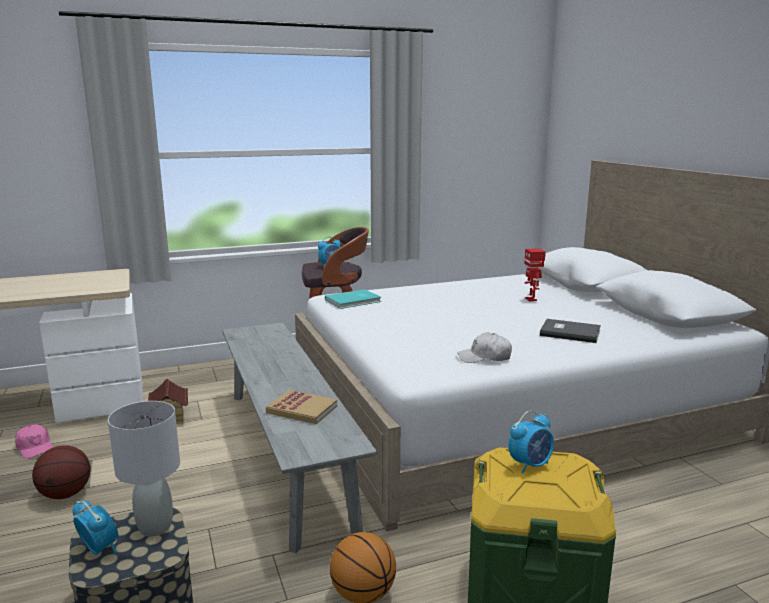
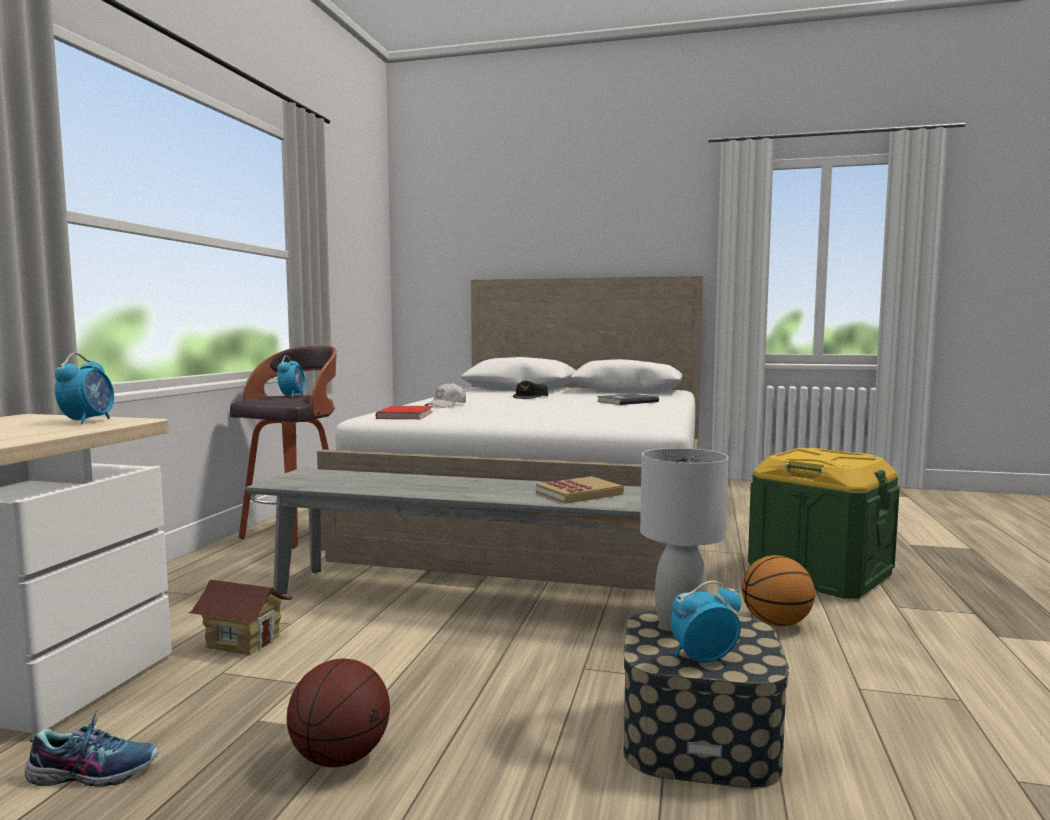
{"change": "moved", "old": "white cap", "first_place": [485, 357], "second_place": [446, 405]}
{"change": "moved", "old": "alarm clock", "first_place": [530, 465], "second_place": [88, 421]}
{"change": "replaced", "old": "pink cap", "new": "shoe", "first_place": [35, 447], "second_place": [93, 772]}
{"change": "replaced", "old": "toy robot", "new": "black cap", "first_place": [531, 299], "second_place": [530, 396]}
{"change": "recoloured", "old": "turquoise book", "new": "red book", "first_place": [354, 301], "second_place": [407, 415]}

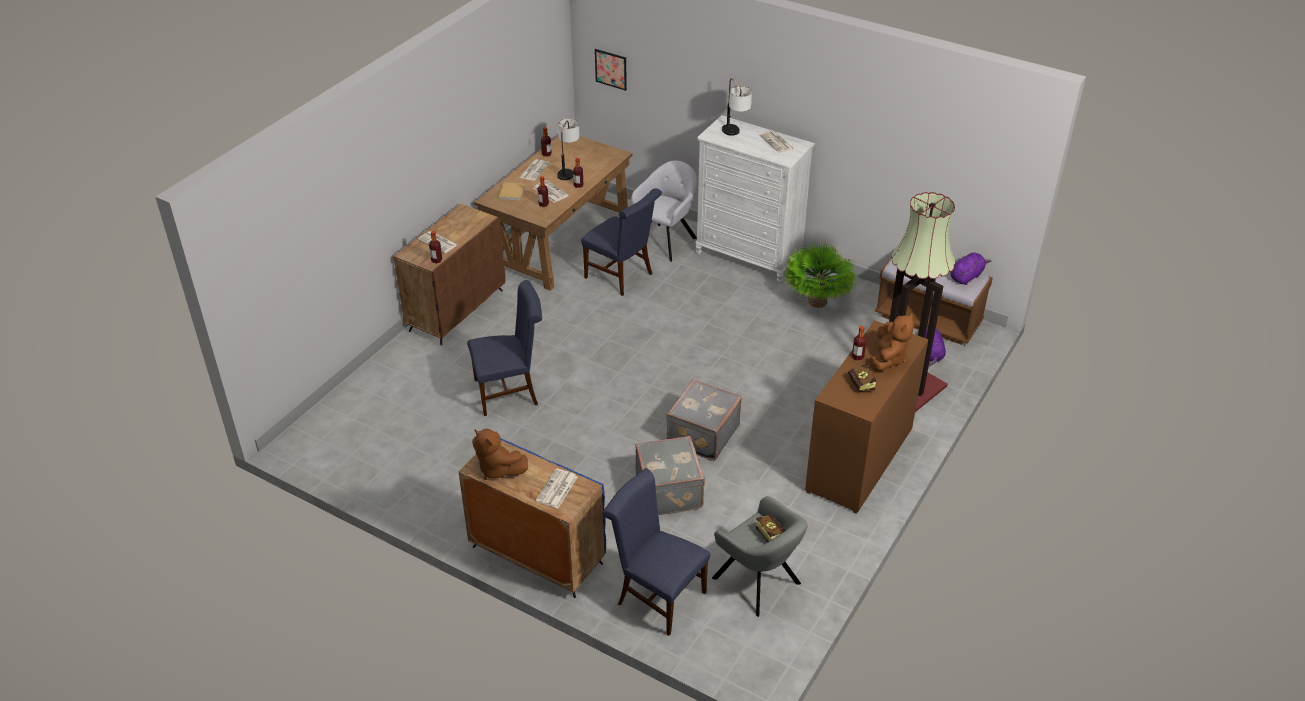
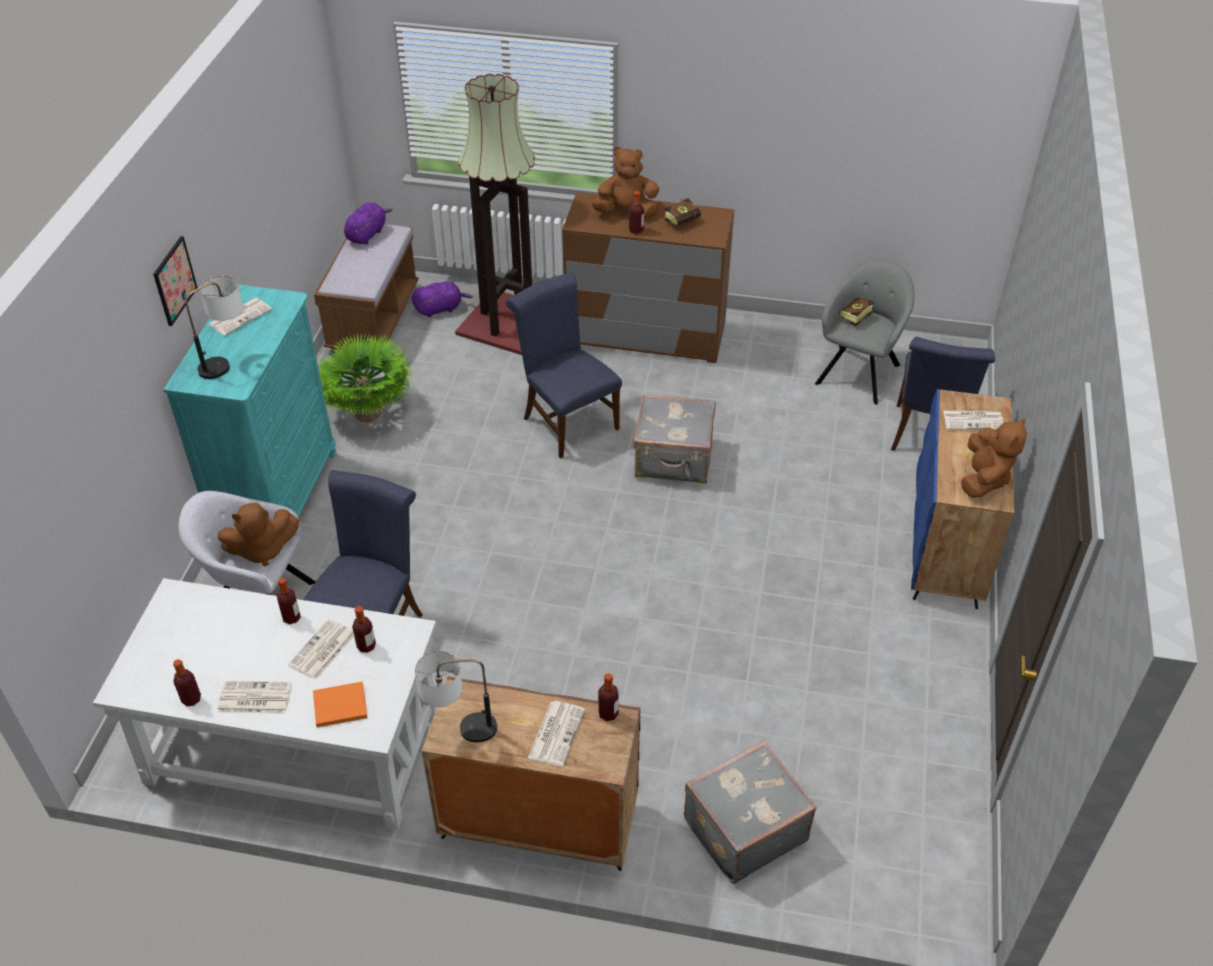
{"change": "added", "new": "brown plush toy", "second_place": [262, 550]}
{"change": "moved", "old": "blue chair", "first_place": [510, 391], "second_place": [566, 420]}
{"change": "moved", "old": "table lamp", "first_place": [568, 170], "second_place": [460, 729]}
{"change": "moved", "old": "picture", "first_place": [611, 69], "second_place": [174, 280]}
{"change": "moved", "old": "grey suitcase", "first_place": [670, 490], "second_place": [743, 829]}
{"change": "recoloured", "old": "brown desk", "new": "white desk", "first_place": [558, 241], "second_place": [294, 746]}
{"change": "recoloured", "old": "beige book", "new": "orange book", "first_place": [512, 192], "second_place": [338, 706]}
{"change": "recoloured", "old": "white dresser", "new": "turquoise dresser", "first_place": [749, 256], "second_place": [278, 499]}
{"change": "turned", "old": "purple plush toy", "first_place": [966, 277], "second_place": [367, 234], "degrees": 90}

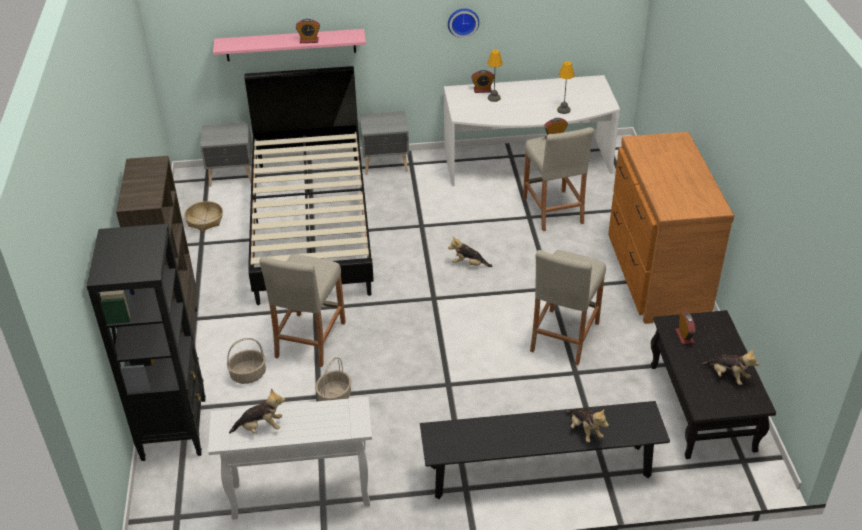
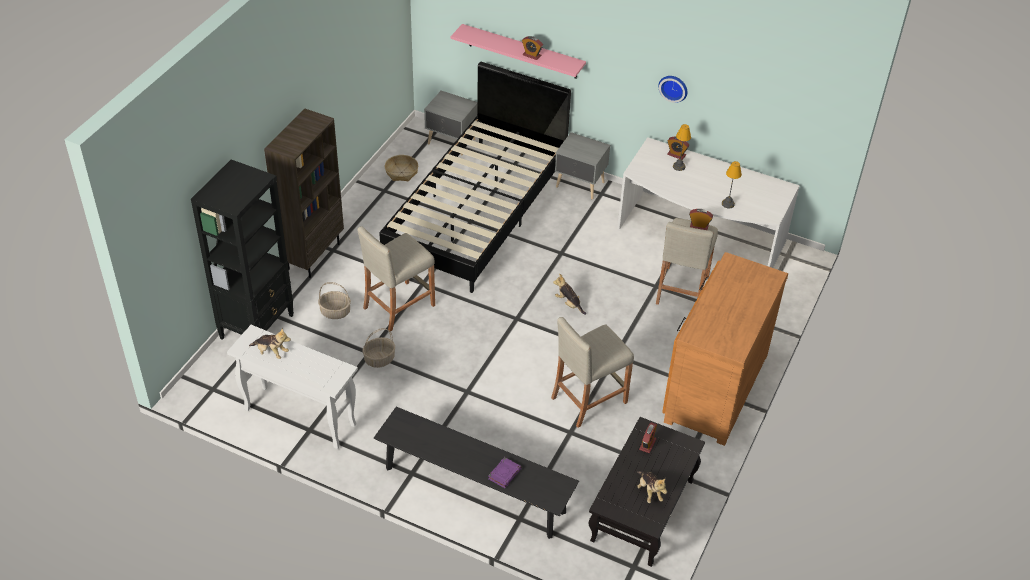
{"change": "replaced", "old": "plush toy", "new": "purple book", "first_place": [584, 430], "second_place": [504, 474]}

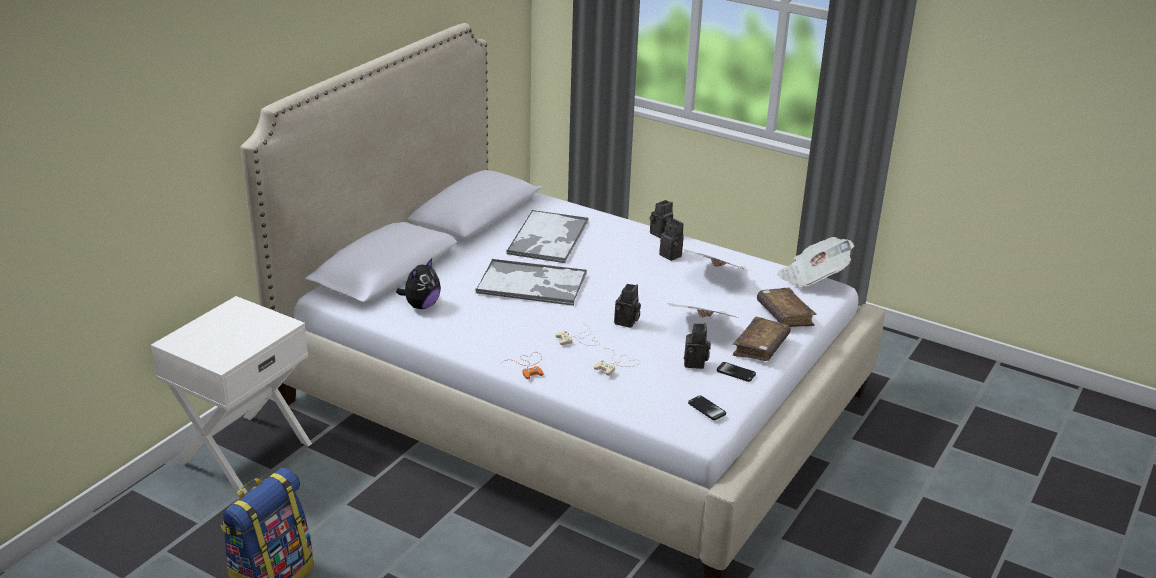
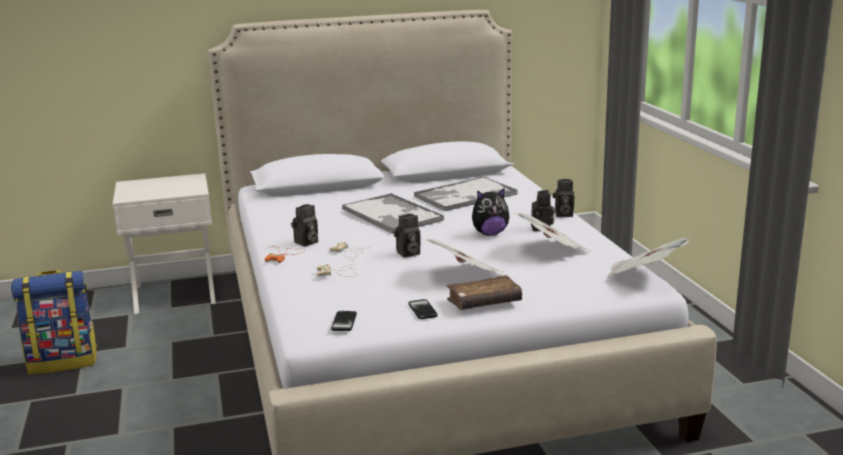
{"change": "removed", "old": "brown book", "first_place": [784, 315]}
{"change": "moved", "old": "plush toy", "first_place": [421, 306], "second_place": [490, 233]}
{"change": "moved", "old": "photo camera", "first_place": [695, 363], "second_place": [306, 243]}

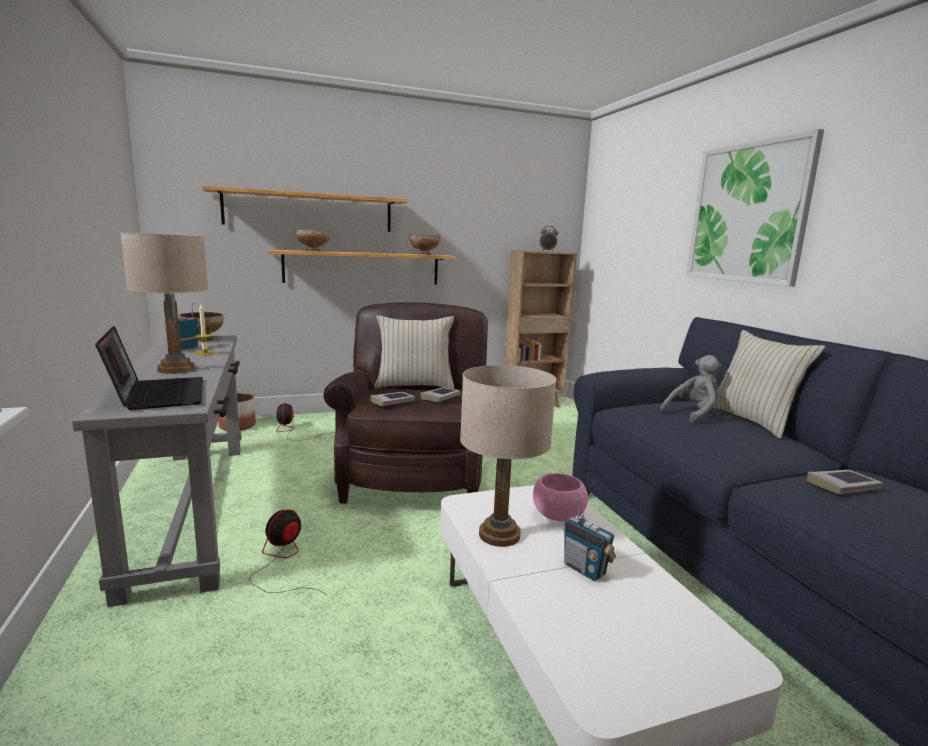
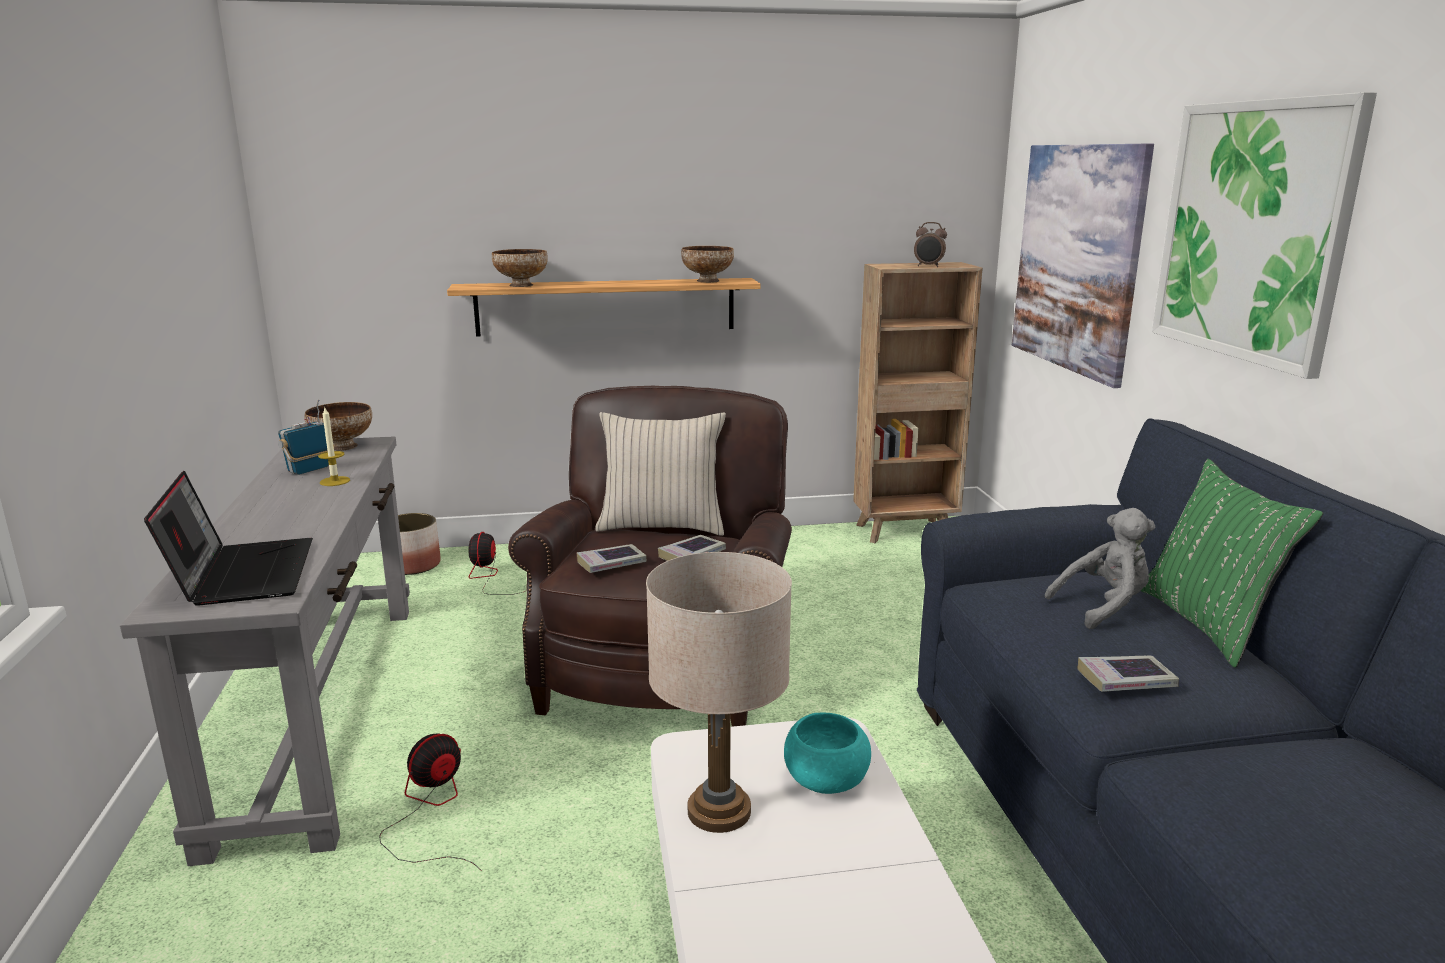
{"change": "removed", "old": "beige table lamp", "first_place": [176, 369]}
{"change": "removed", "old": "shelf", "first_place": [309, 211]}
{"change": "removed", "old": "radio", "first_place": [585, 569]}
{"change": "added", "new": "picture", "second_place": [1076, 258]}
{"change": "moved", "old": "book", "first_place": [843, 486], "second_place": [1126, 680]}
{"change": "recoloured", "old": "pink bowl", "new": "turquoise bowl", "first_place": [557, 515], "second_place": [825, 781]}
{"change": "recoloured", "old": "beige pillow", "new": "green pillow", "first_place": [752, 421], "second_place": [1208, 624]}

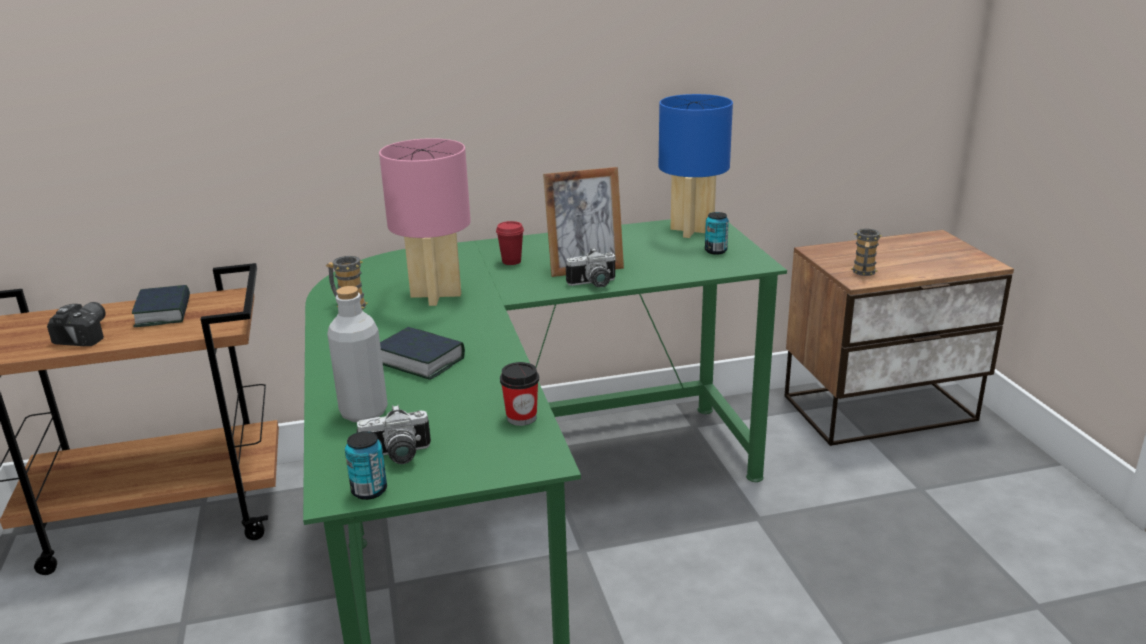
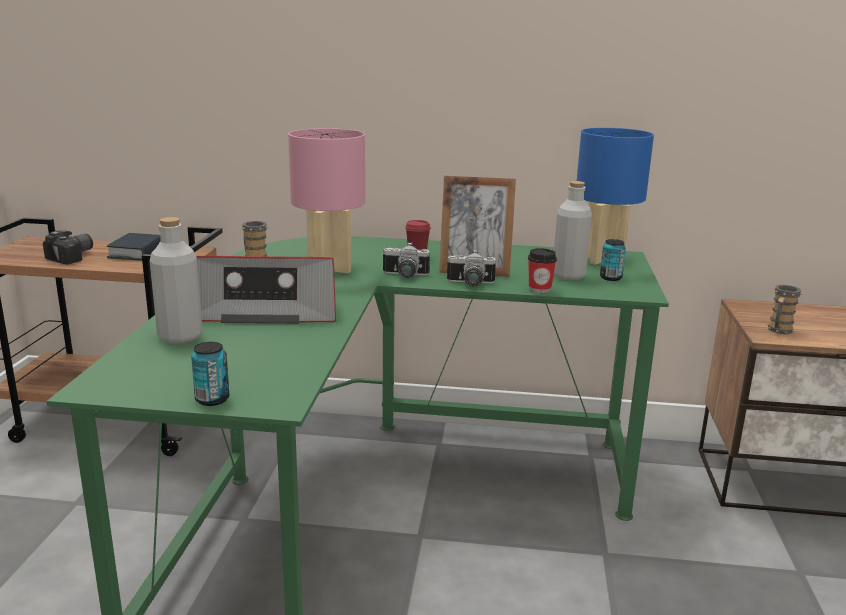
{"change": "added", "new": "grey bottle", "second_place": [568, 276]}
{"change": "moved", "old": "can", "first_place": [369, 490], "second_place": [212, 399]}
{"change": "moved", "old": "photo camera", "first_place": [397, 456], "second_place": [404, 275]}
{"change": "moved", "old": "cup", "first_place": [521, 417], "second_place": [539, 290]}
{"change": "replaced", "old": "book", "new": "radio", "first_place": [420, 360], "second_place": [265, 310]}

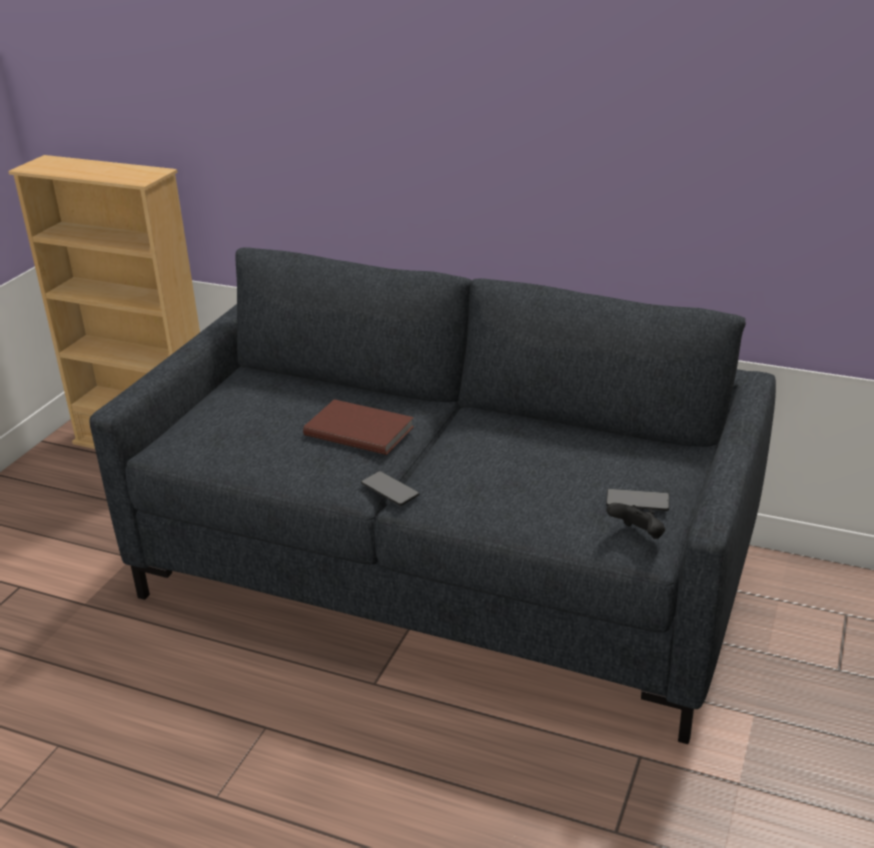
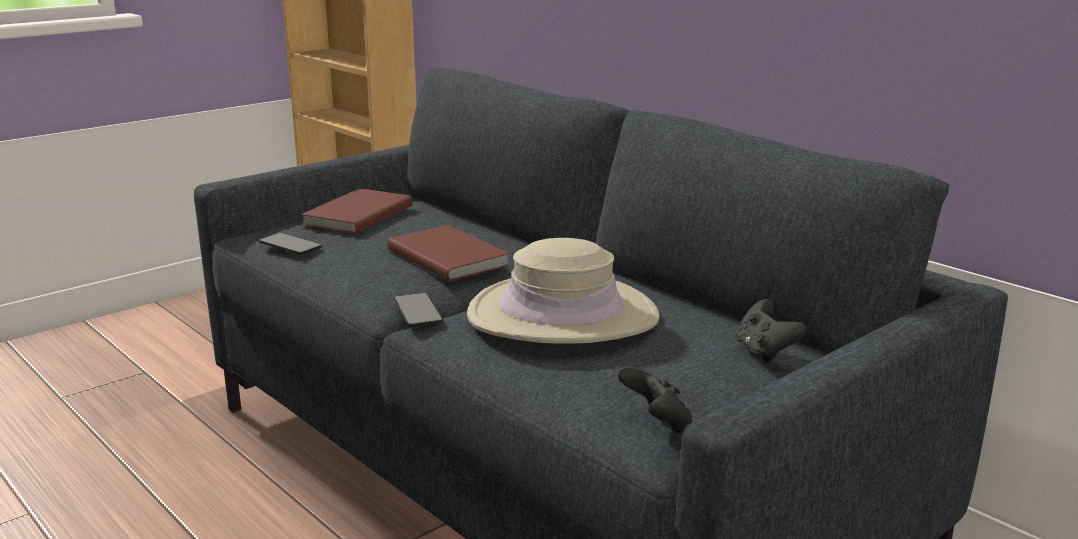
{"change": "added", "new": "brown book", "second_place": [355, 216]}
{"change": "added", "new": "beige hat", "second_place": [562, 315]}
{"change": "added", "new": "black game controller", "second_place": [765, 352]}
{"change": "moved", "old": "phone", "first_place": [637, 501], "second_place": [290, 245]}

